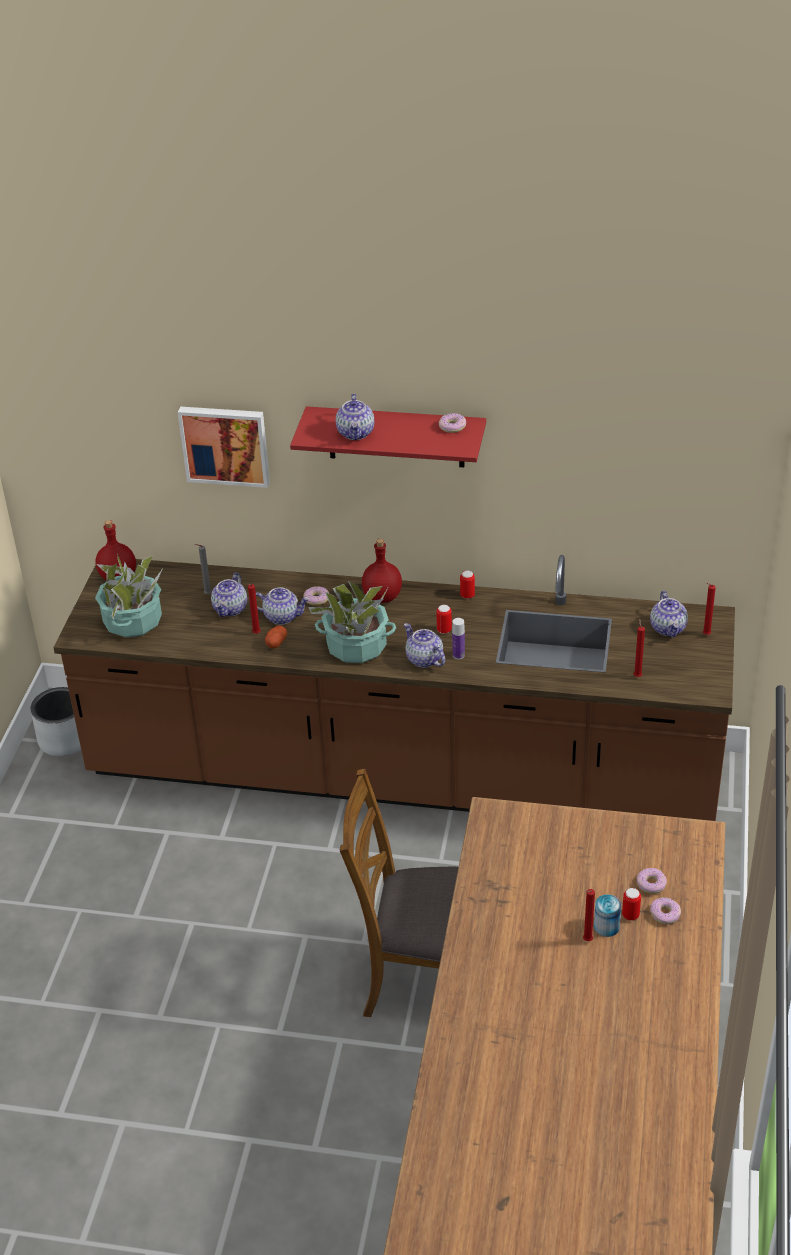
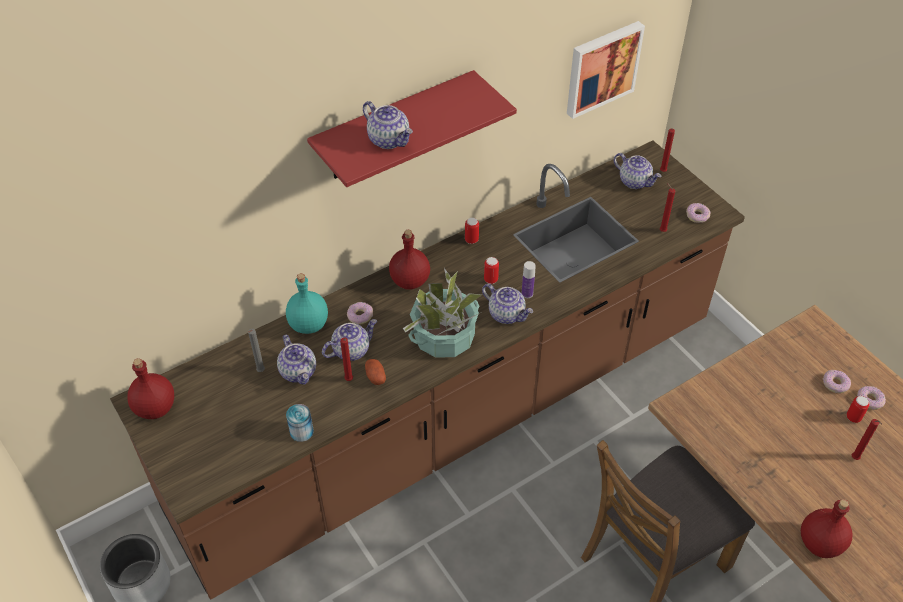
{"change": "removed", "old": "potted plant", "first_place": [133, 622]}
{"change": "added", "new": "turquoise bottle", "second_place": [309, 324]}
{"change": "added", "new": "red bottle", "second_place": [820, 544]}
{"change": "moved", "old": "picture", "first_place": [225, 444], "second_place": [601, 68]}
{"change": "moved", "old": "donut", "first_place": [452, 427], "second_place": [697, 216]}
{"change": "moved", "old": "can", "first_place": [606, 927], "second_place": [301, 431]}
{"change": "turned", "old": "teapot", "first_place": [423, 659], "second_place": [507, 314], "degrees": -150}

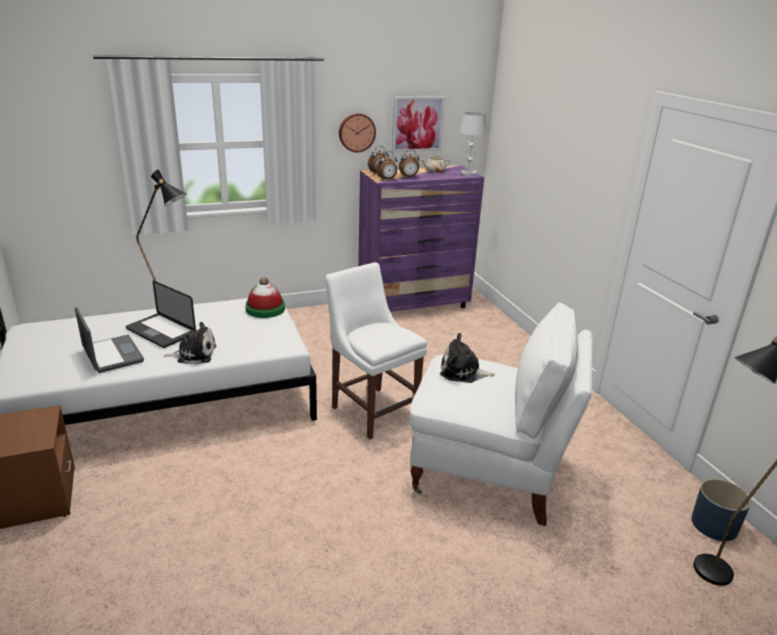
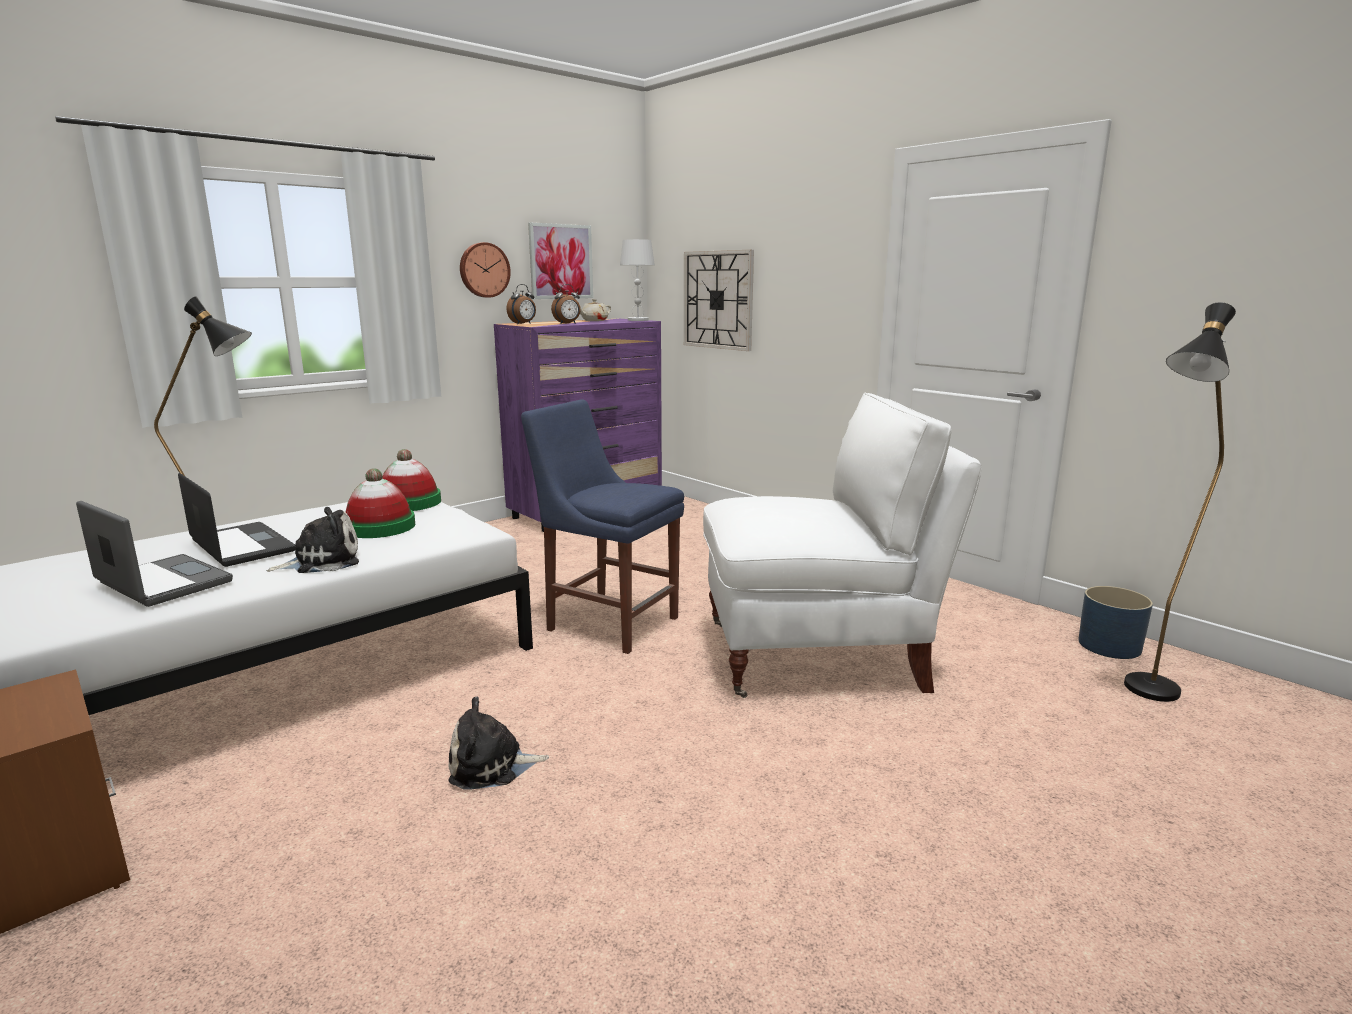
{"change": "removed", "old": "alarm clock", "first_place": [387, 179]}
{"change": "added", "new": "hat", "second_place": [379, 527]}
{"change": "added", "new": "wall clock", "second_place": [718, 300]}
{"change": "moved", "old": "plush toy", "first_place": [462, 372], "second_place": [491, 766]}
{"change": "recoloured", "old": "white chair", "new": "blue chair", "first_place": [372, 410], "second_place": [608, 622]}
{"change": "turned", "old": "laptop", "first_place": [161, 331], "second_place": [242, 546], "degrees": -150}

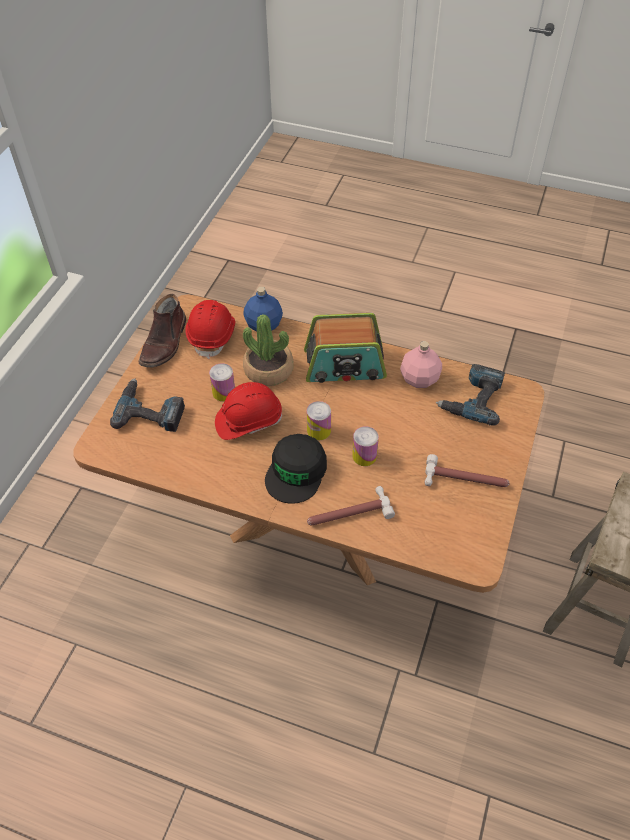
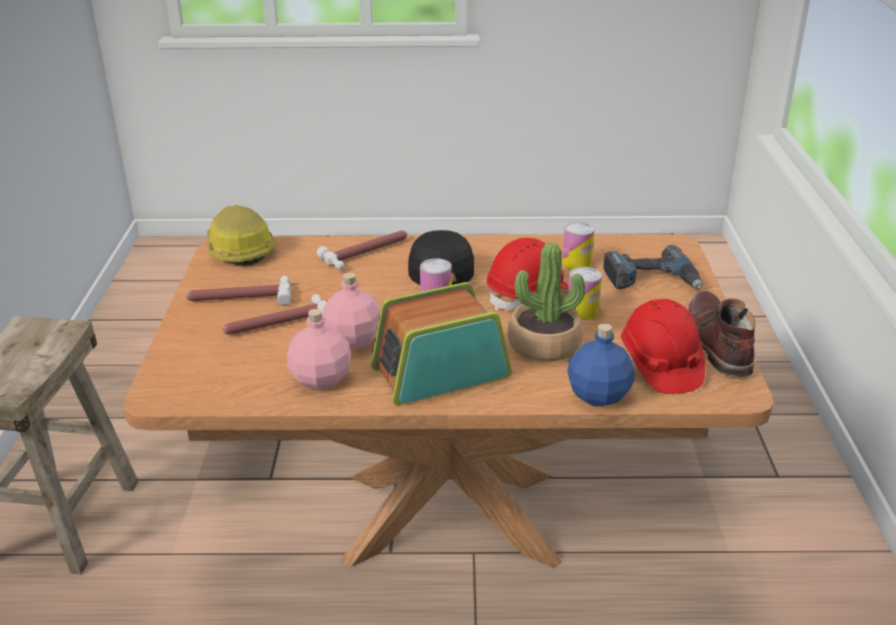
{"change": "removed", "old": "power drill", "first_place": [472, 398]}
{"change": "added", "new": "hard hat", "second_place": [239, 250]}
{"change": "added", "new": "hammer", "second_place": [276, 323]}
{"change": "added", "new": "pink bottle", "second_place": [353, 340]}
{"change": "moved", "old": "can", "first_place": [364, 456], "second_place": [576, 263]}

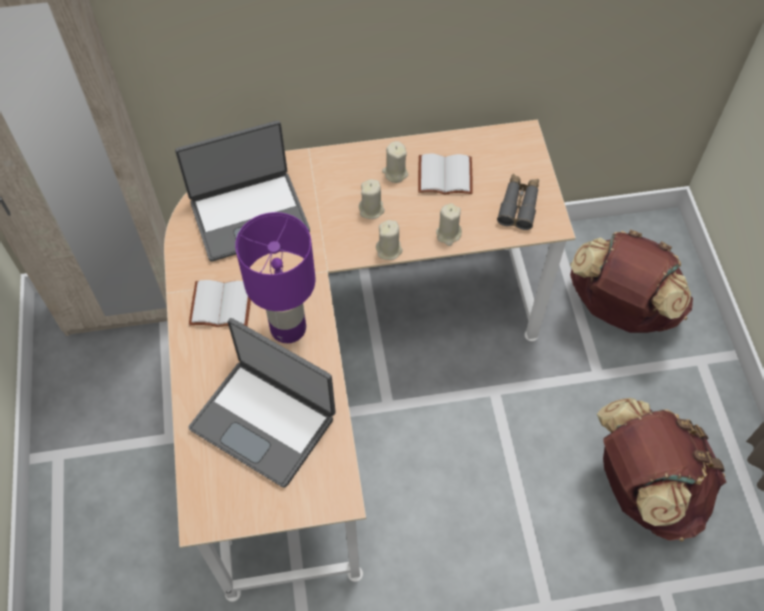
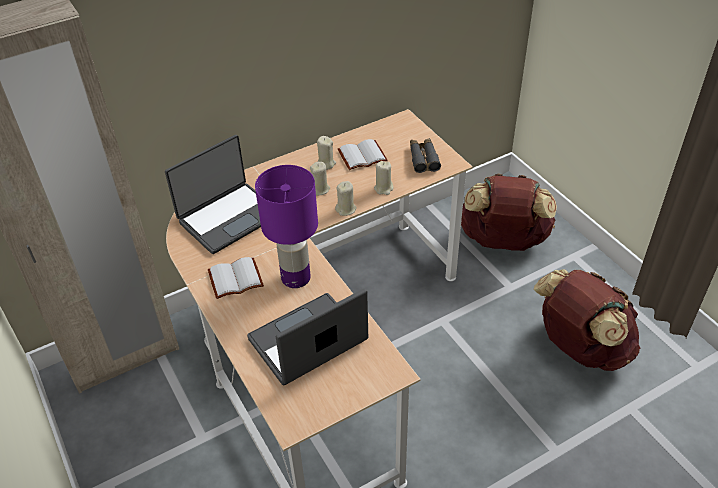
{"change": "turned", "old": "laptop", "first_place": [265, 421], "second_place": [309, 342], "degrees": 135}

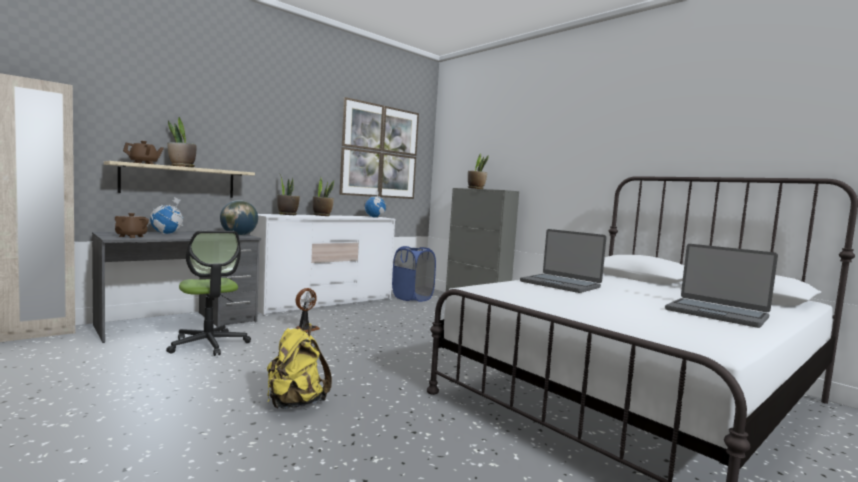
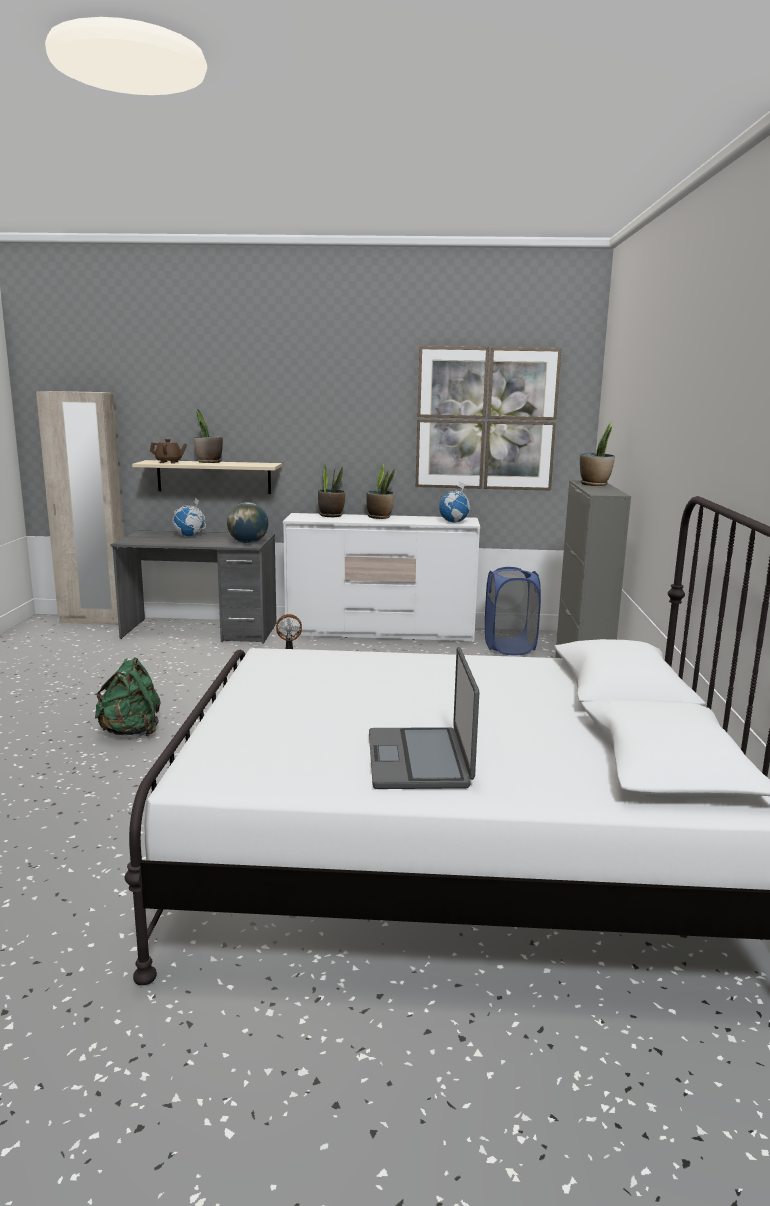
{"change": "removed", "old": "brown teapot", "first_place": [131, 236]}
{"change": "removed", "old": "office chair", "first_place": [209, 344]}
{"change": "removed", "old": "laptop", "first_place": [560, 284]}
{"change": "recoloured", "old": "yellow backpack", "new": "green backpack", "first_place": [295, 404], "second_place": [131, 732]}

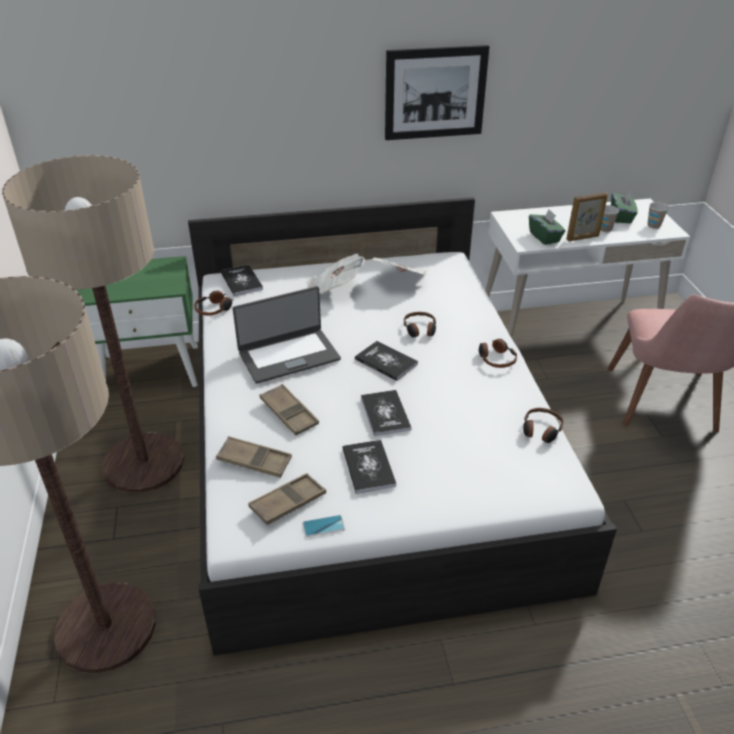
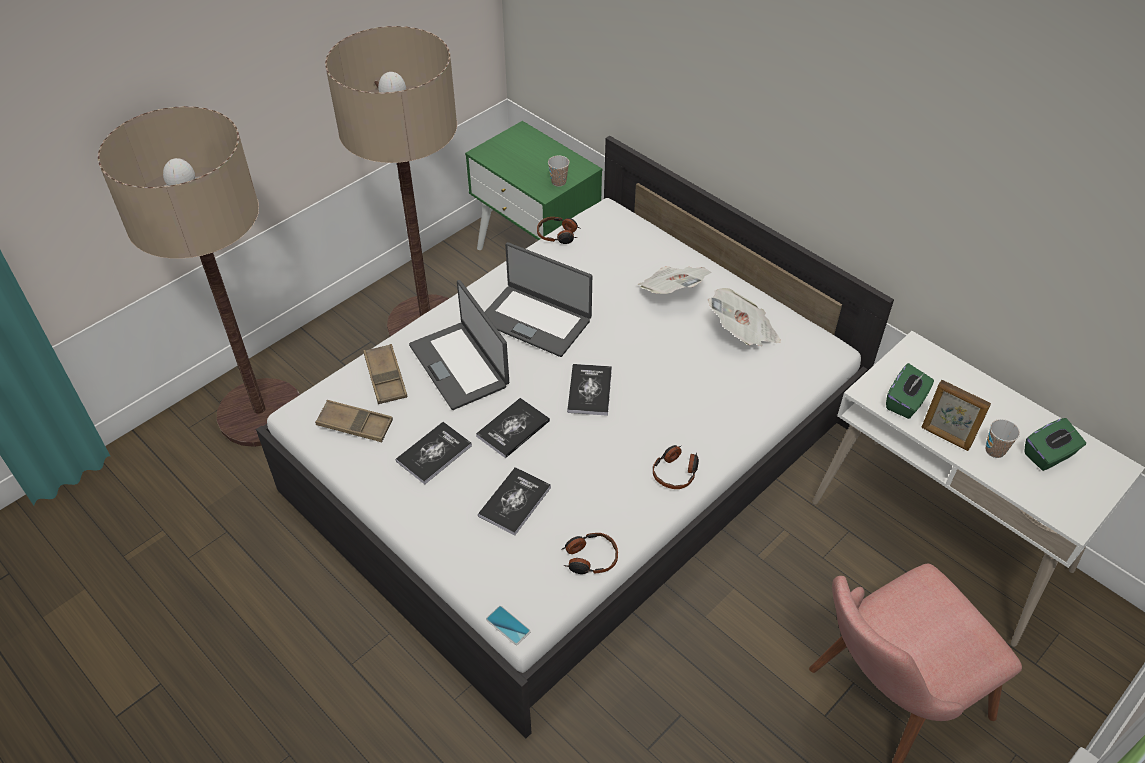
{"change": "removed", "old": "picture", "first_place": [435, 93]}
{"change": "removed", "old": "headphones", "first_place": [420, 329]}
{"change": "moved", "old": "book", "first_place": [241, 281], "second_place": [514, 501]}
{"change": "moved", "old": "phone", "first_place": [323, 526], "second_place": [508, 625]}
{"change": "moved", "old": "cup", "first_place": [653, 225], "second_place": [558, 182]}
{"change": "replaced", "old": "brown tray", "new": "laptop", "first_place": [289, 413], "second_place": [460, 365]}

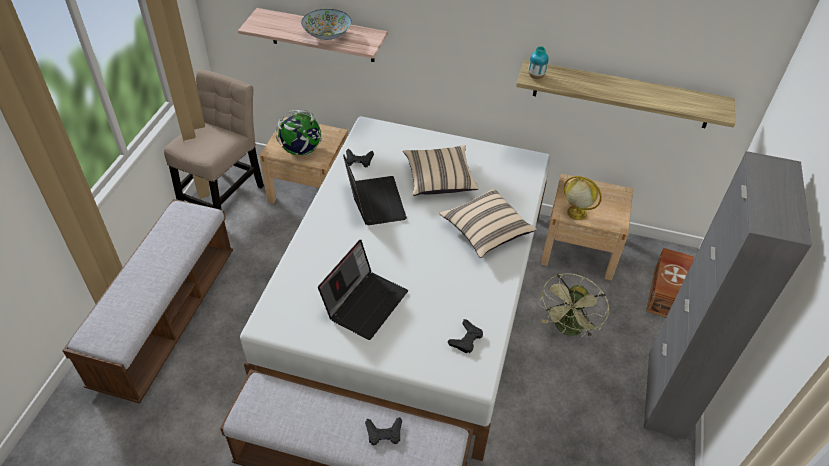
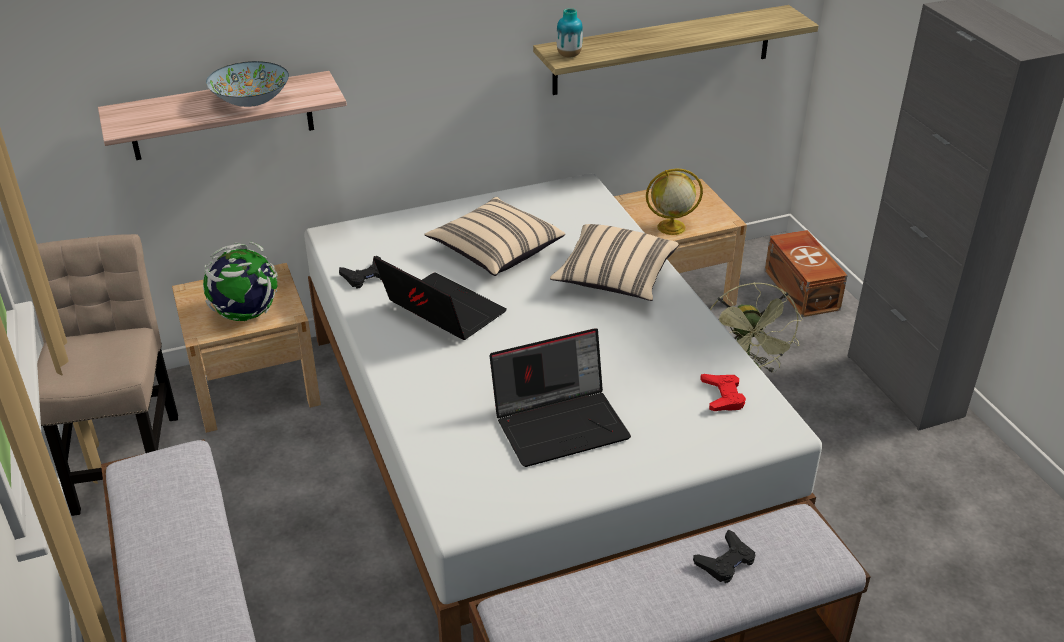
{"change": "recoloured", "old": "black game controller", "new": "red game controller", "first_place": [466, 339], "second_place": [722, 396]}
{"change": "turned", "old": "laptop", "first_place": [365, 302], "second_place": [561, 423], "degrees": 75}

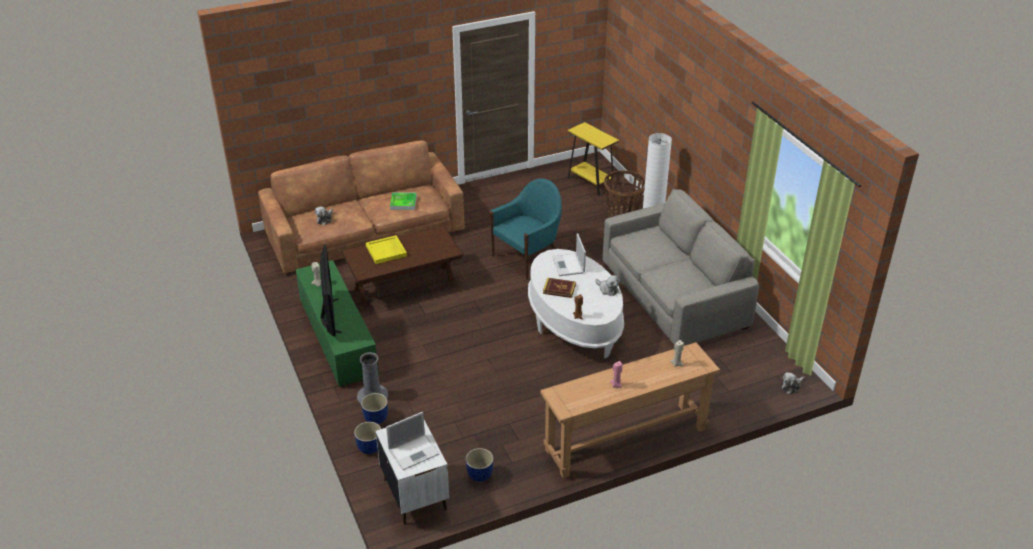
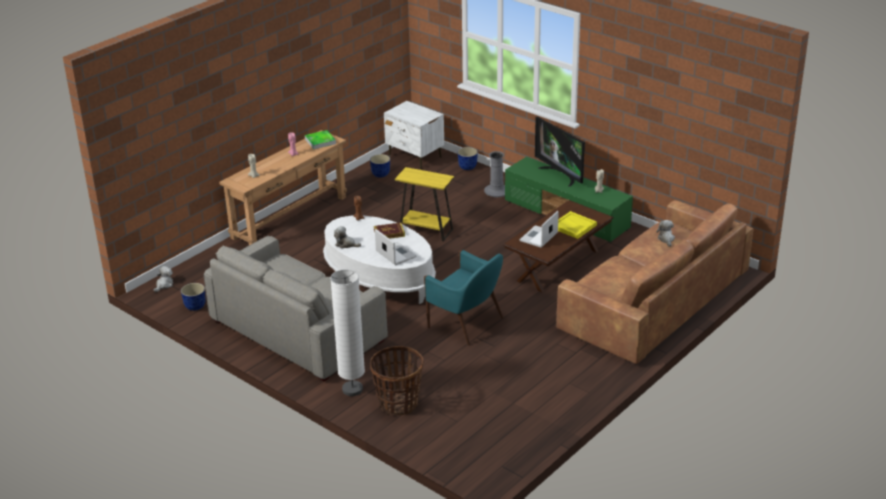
{"change": "moved", "old": "planter", "first_place": [375, 419], "second_place": [195, 306]}
{"change": "moved", "old": "laptop", "first_place": [414, 451], "second_place": [538, 237]}
{"change": "moved", "old": "tray", "first_place": [403, 203], "second_place": [320, 141]}
{"change": "moved", "old": "yellow side table", "first_place": [590, 183], "second_place": [426, 231]}
{"change": "turned", "old": "turquoise armchair", "first_place": [527, 258], "second_place": [467, 323], "degrees": -75}

